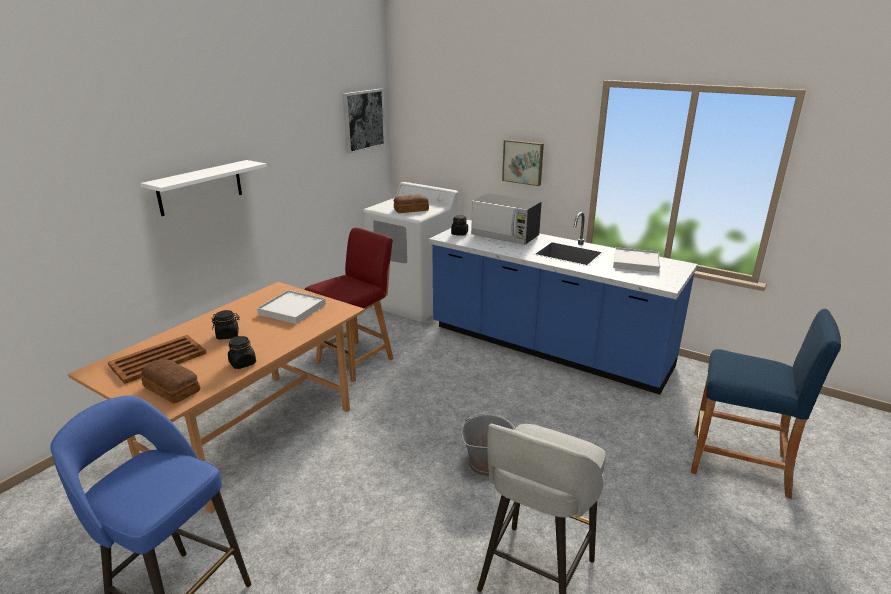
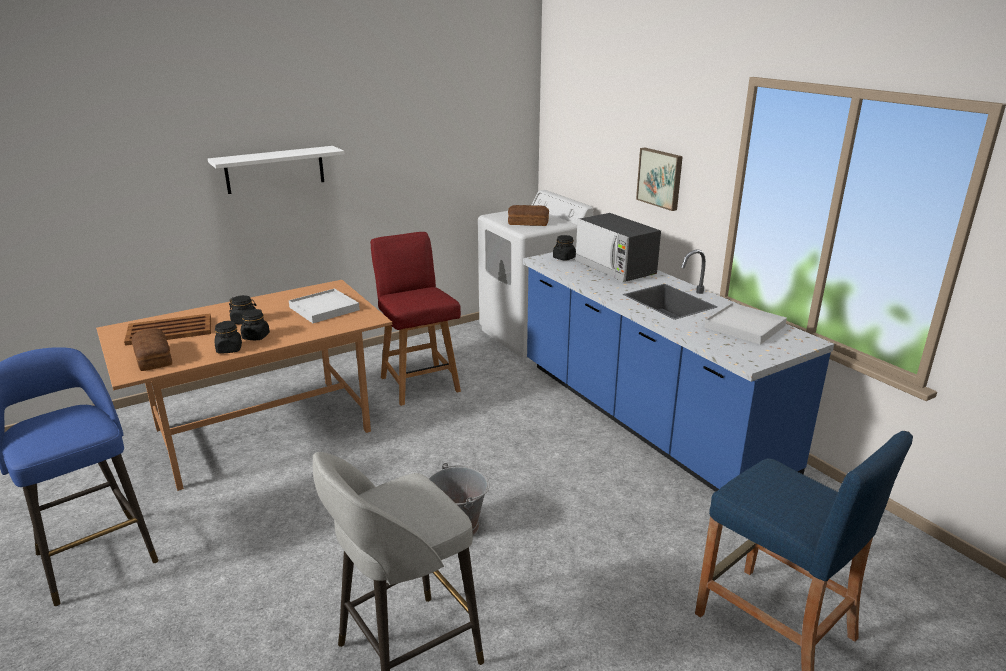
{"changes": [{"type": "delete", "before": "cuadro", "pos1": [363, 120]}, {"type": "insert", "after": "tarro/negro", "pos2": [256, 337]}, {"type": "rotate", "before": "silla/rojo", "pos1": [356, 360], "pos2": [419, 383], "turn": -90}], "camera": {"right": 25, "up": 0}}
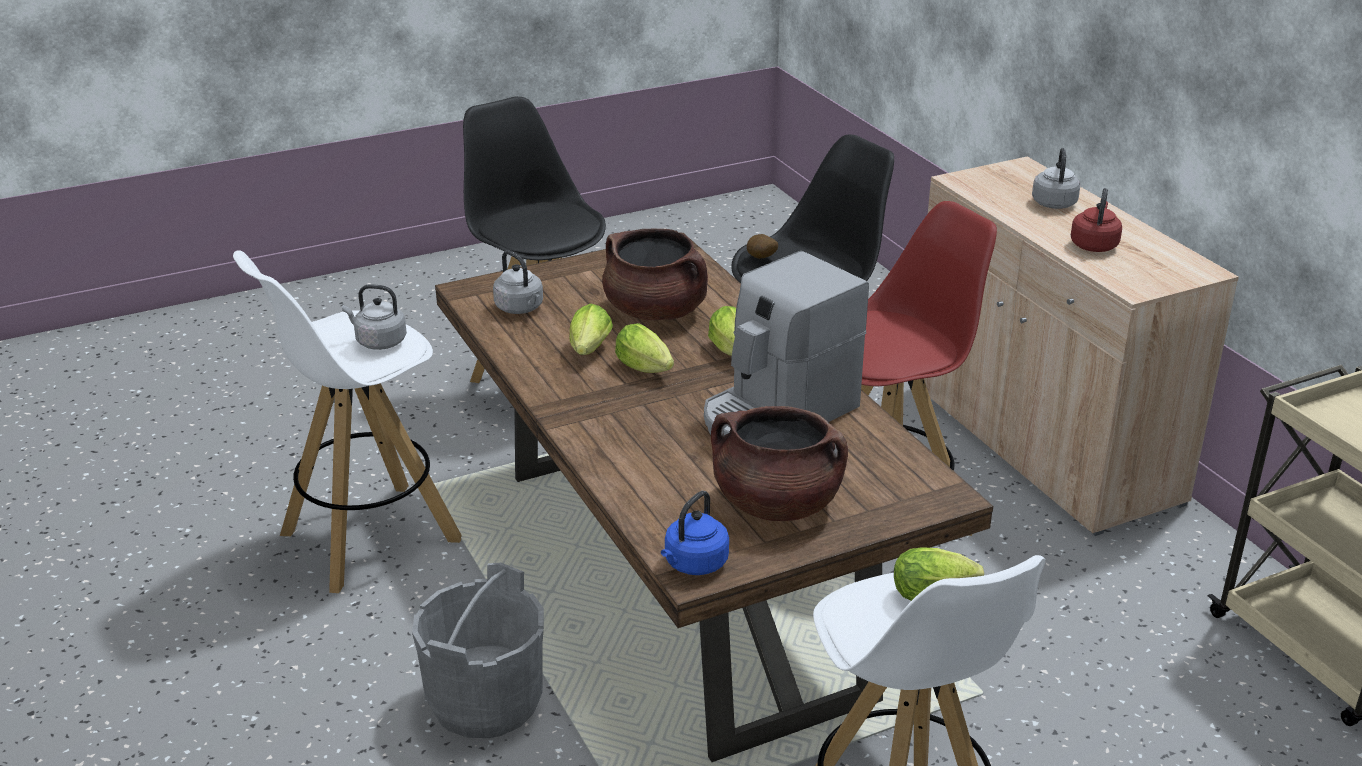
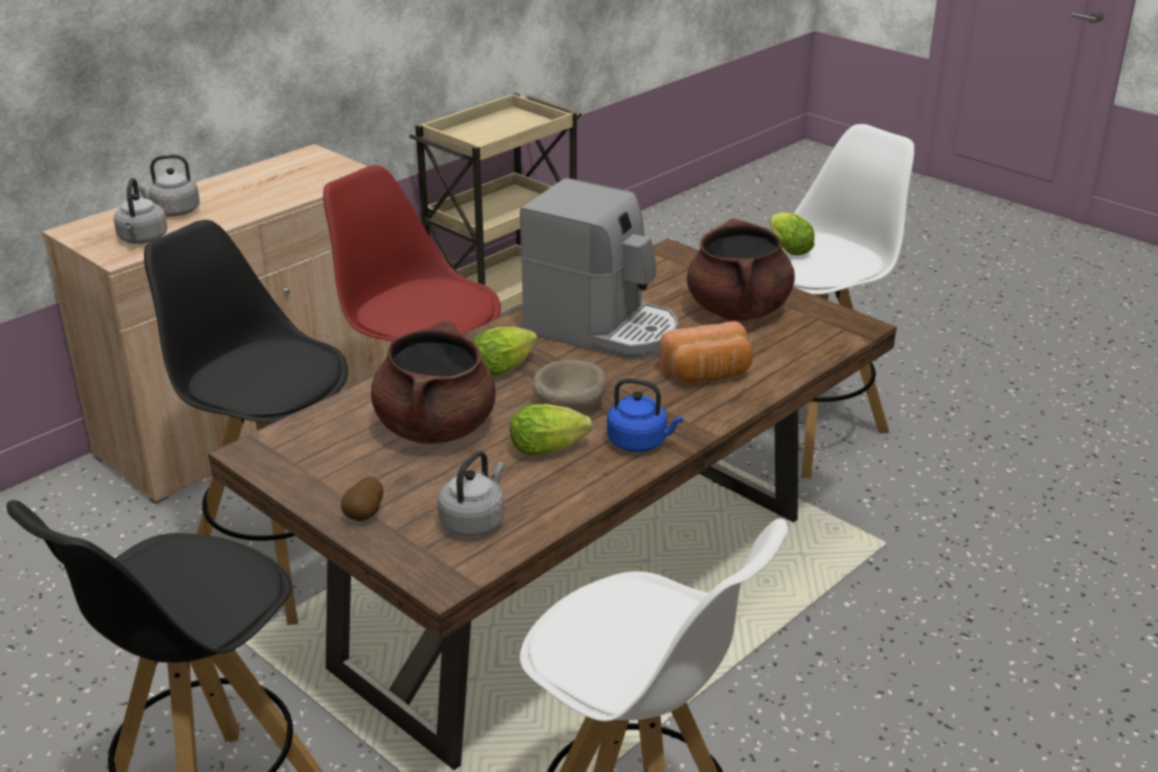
{"changes": [{"type": "delete", "before": "cubo/gris", "pos1": [485, 701]}, {"type": "delete", "before": "hervidor/rojo", "pos1": [1094, 244]}, {"type": "insert", "after": "pan", "pos2": [708, 374]}, {"type": "move", "before": "hervidor/gris", "pos1": [378, 341], "pos2": [142, 239]}, {"type": "move", "before": "hervidor/azul", "pos1": [694, 564], "pos2": [640, 442]}, {"type": "move", "before": "patata", "pos1": [761, 258], "pos2": [365, 515]}, {"type": "replace", "before": "lechuga", "after": "cuenco/beis", "pos1": [647, 370], "pos2": [568, 406]}], "camera": {"right": -110, "up": 0}}
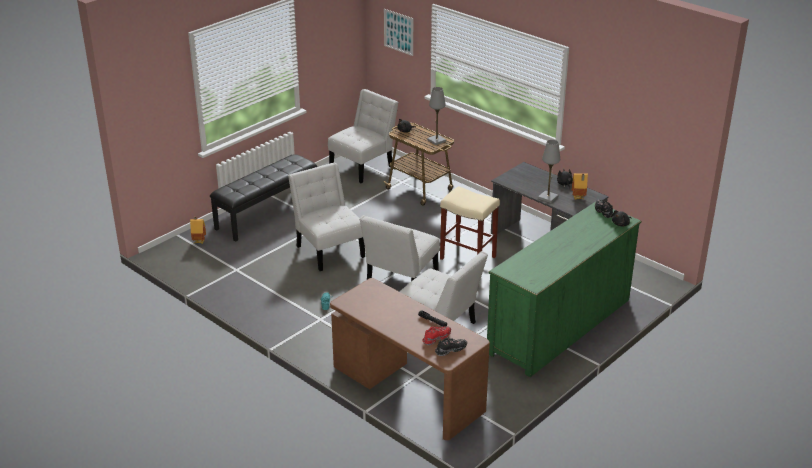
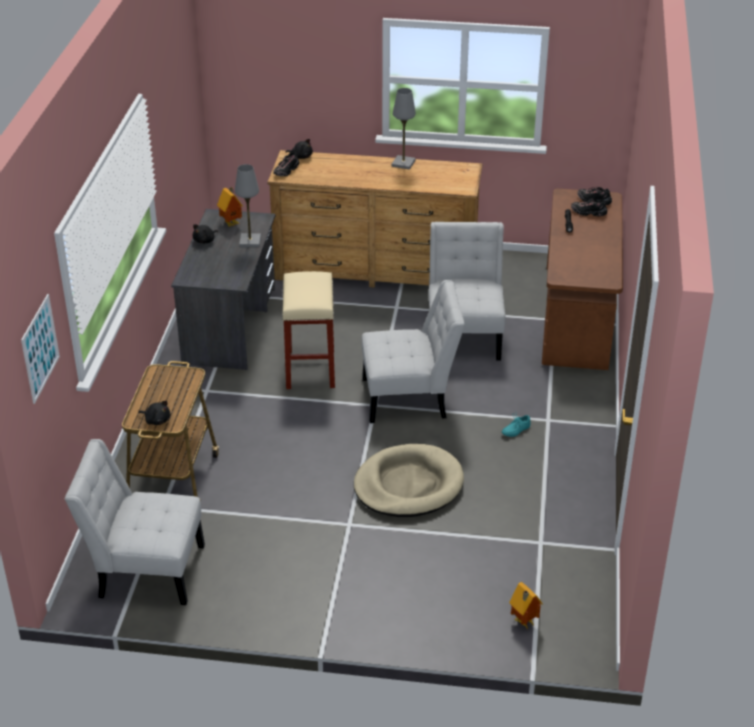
{"changes": [{"type": "delete", "before": "banco/negro", "pos1": [267, 213]}, {"type": "move", "before": "lámpara de mesa/gris", "pos1": [436, 140], "pos2": [403, 163]}, {"type": "replace", "before": "silla/blanco", "after": "cama para perro/beis", "pos1": [329, 249], "pos2": [408, 485]}, {"type": "recolor", "before": "zapato/rojo", "after": "zapato/negro", "pos1": [436, 338], "pos2": [588, 213]}, {"type": "recolor", "before": "cómoda/verde", "after": "cómoda/marrón", "pos1": [559, 325], "pos2": [376, 270]}], "camera": {"right": -125, "up": 5}}
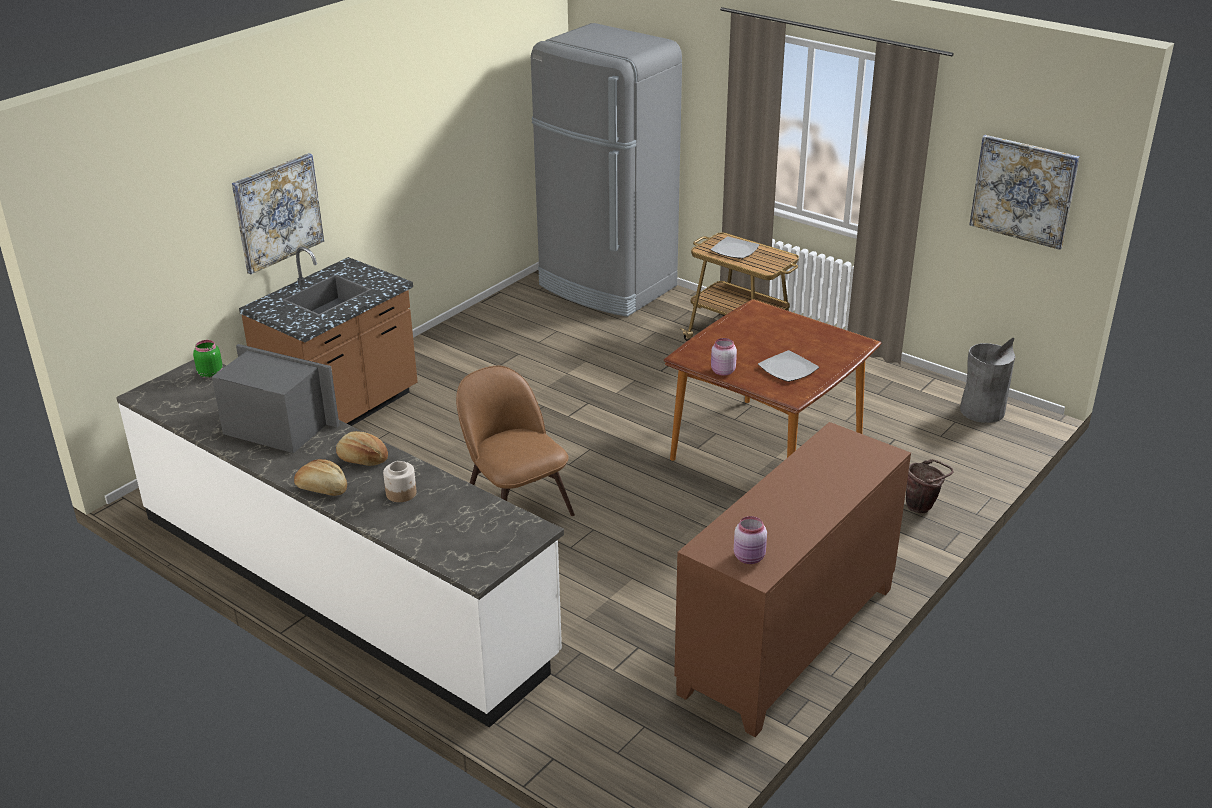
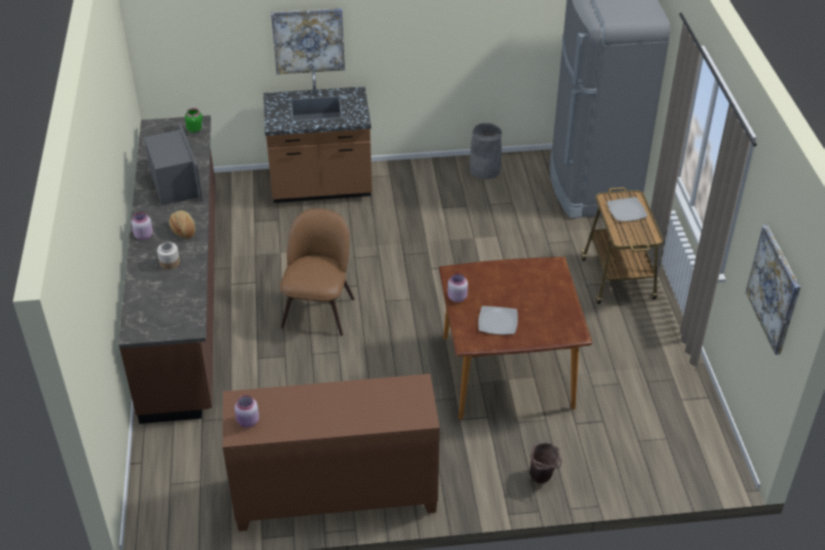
{"changes": [{"type": "move", "before": "papelera/gris", "pos1": [982, 411], "pos2": [485, 170]}, {"type": "replace", "before": "pan", "after": "tarro/rosa", "pos1": [322, 489], "pos2": [143, 236]}, {"type": "recolor", "before": "mueble bajo de cocina/blanco", "after": "mueble bajo de cocina/marrón", "pos1": [341, 584], "pos2": [184, 296]}], "camera": {"right": 45, "up": 10}}
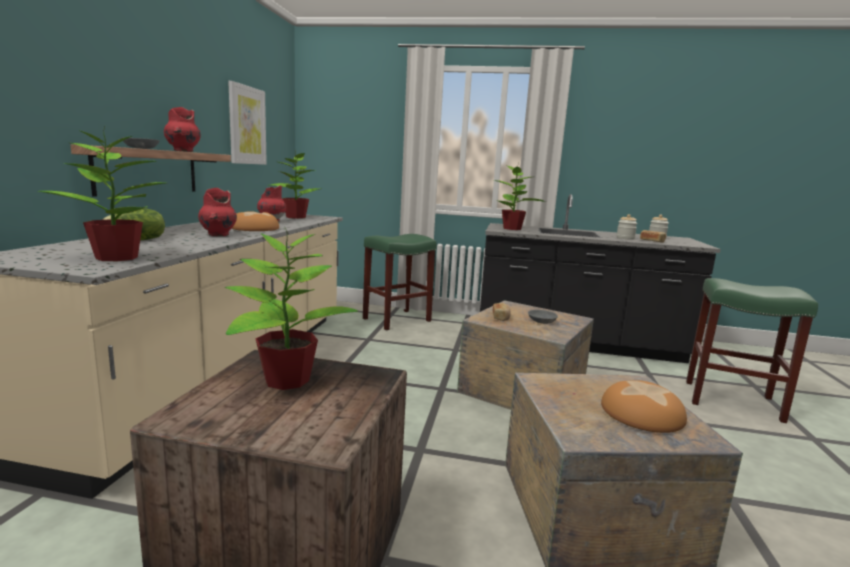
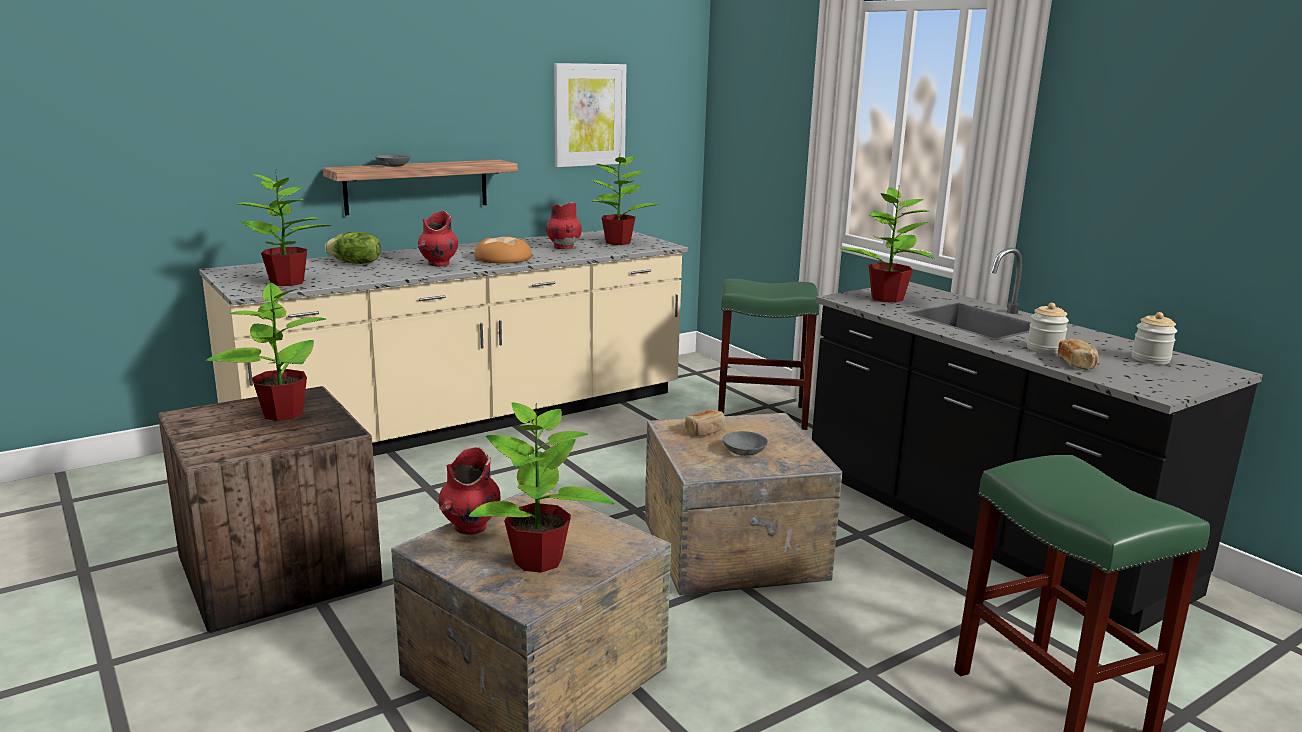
{"changes": [{"type": "move", "before": "florero/rojo", "pos1": [183, 151], "pos2": [470, 528]}, {"type": "replace", "before": "pan", "after": "planta en maceta", "pos1": [640, 414], "pos2": [538, 561]}], "camera": {"right": 45, "up": 5}}
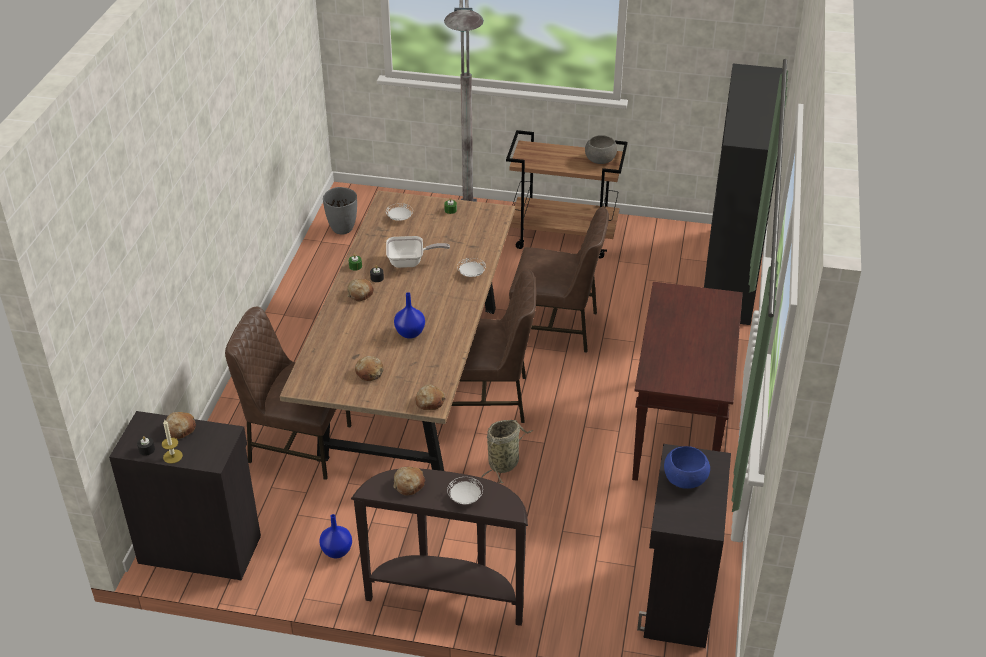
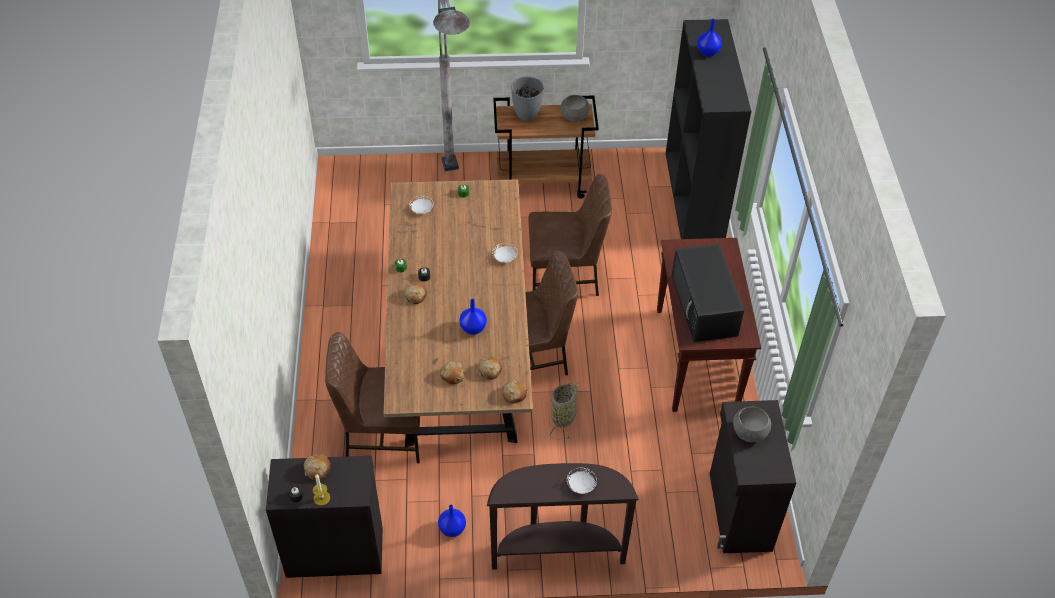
{"changes": [{"type": "delete", "before": "sartén", "pos1": [410, 262]}, {"type": "insert", "after": "microondas/negro", "pos2": [705, 306]}, {"type": "insert", "after": "florero/azul", "pos2": [707, 52]}, {"type": "move", "before": "florero/gris", "pos1": [342, 229], "pos2": [527, 115]}, {"type": "move", "before": "pan", "pos1": [409, 484], "pos2": [490, 370]}, {"type": "recolor", "before": "cuenco/azul", "after": "cuenco/gris", "pos1": [685, 479], "pos2": [749, 432]}], "camera": {"right": -15, "up": 10}}
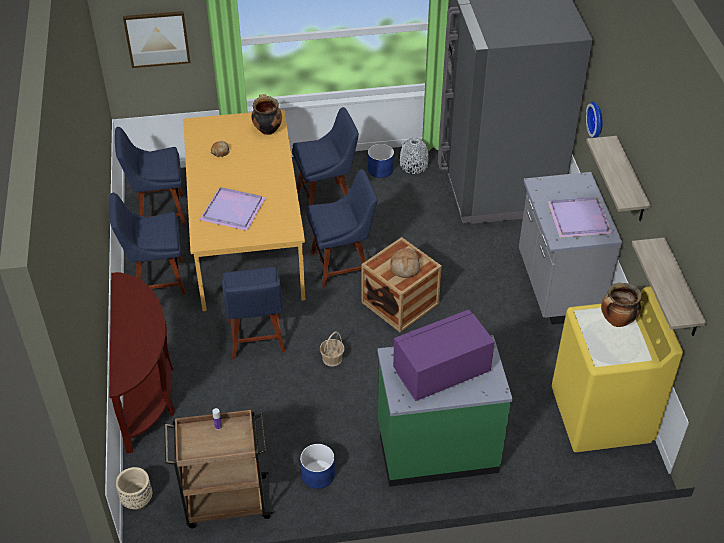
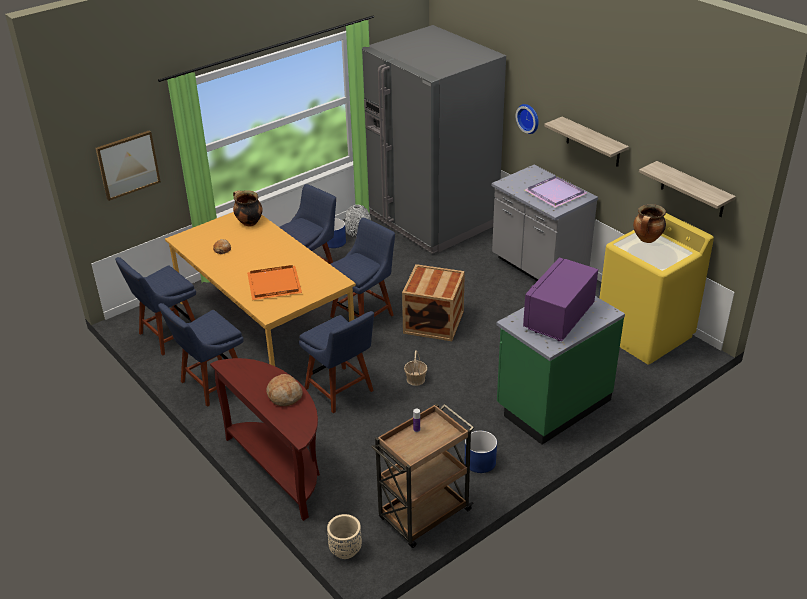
{"changes": [{"type": "move", "before": "pan", "pos1": [405, 267], "pos2": [284, 395]}, {"type": "recolor", "before": "bandeja/morado", "after": "bandeja/naranja", "pos1": [234, 209], "pos2": [275, 283]}], "camera": {"right": -30, "up": -10}}
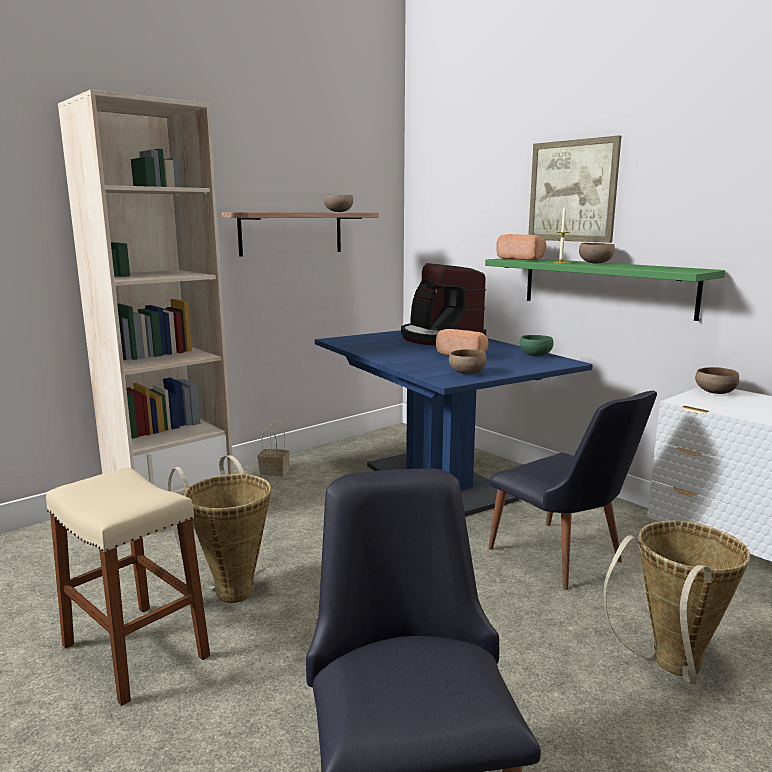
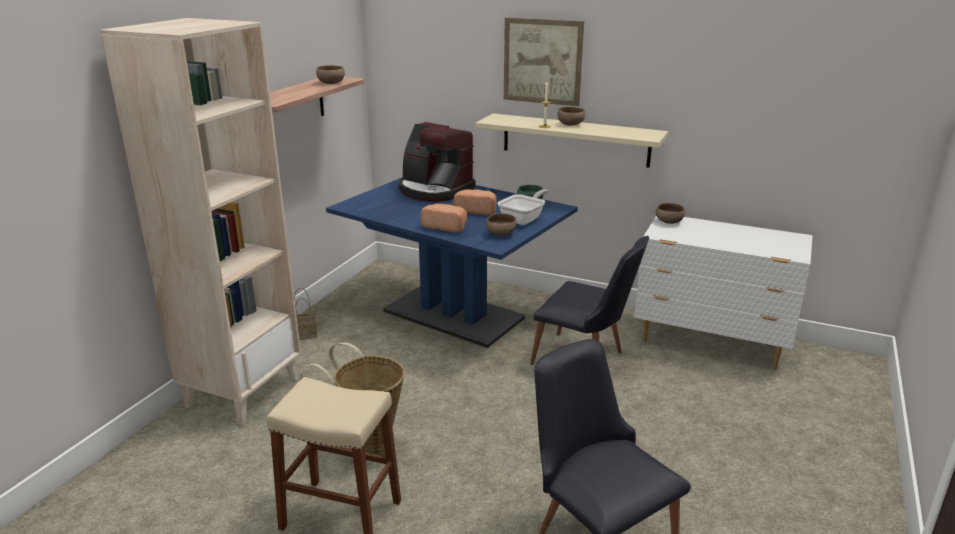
{"changes": [{"type": "delete", "before": "cesta", "pos1": [670, 668]}, {"type": "insert", "after": "sartén", "pos2": [524, 219]}, {"type": "move", "before": "pan", "pos1": [522, 259], "pos2": [446, 227]}, {"type": "recolor", "before": "estante/verde", "after": "estante/beis", "pos1": [606, 286], "pos2": [575, 140]}], "camera": {"right": -25, "up": 10}}
